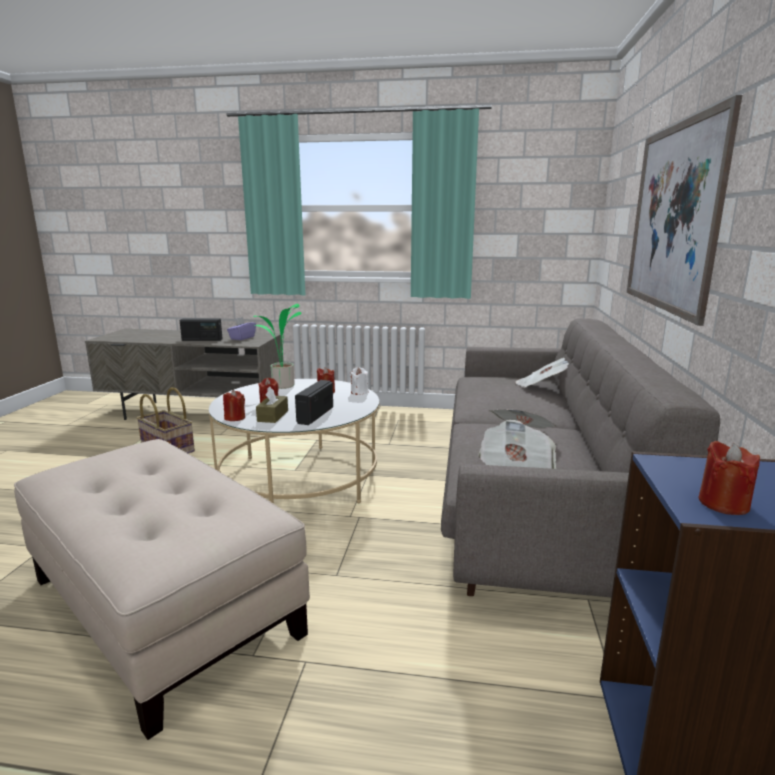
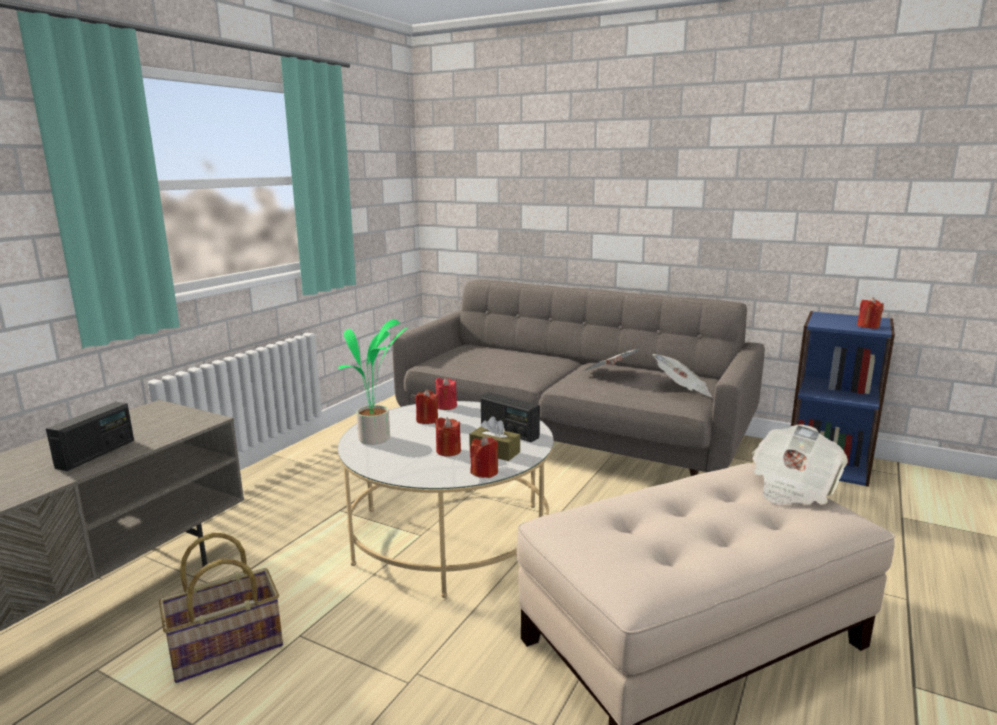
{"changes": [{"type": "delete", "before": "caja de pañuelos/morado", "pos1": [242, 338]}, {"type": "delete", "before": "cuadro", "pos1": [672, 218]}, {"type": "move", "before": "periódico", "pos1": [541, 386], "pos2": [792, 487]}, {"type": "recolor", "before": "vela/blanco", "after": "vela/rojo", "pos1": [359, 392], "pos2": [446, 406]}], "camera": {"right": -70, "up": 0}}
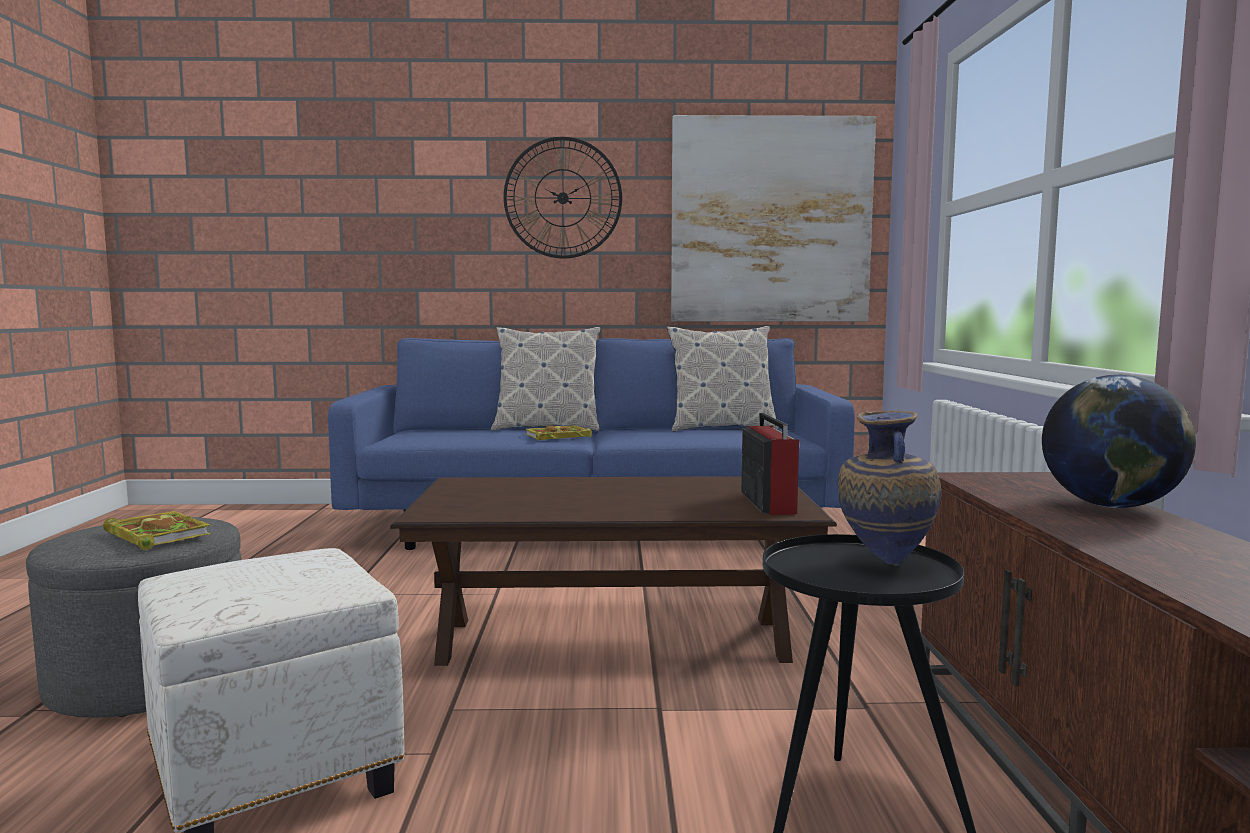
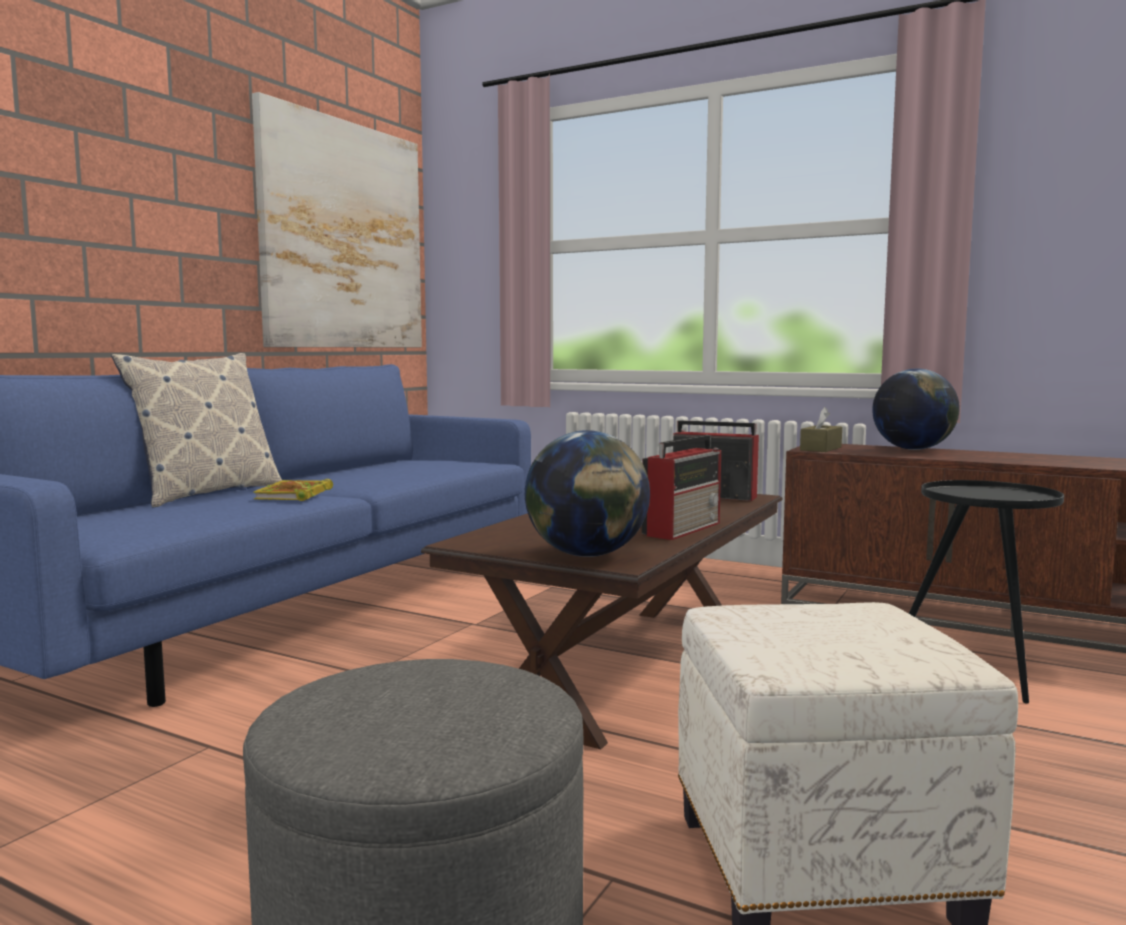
{"changes": [{"type": "delete", "before": "libro", "pos1": [156, 535]}, {"type": "delete", "before": "reloj de pared", "pos1": [563, 198]}, {"type": "delete", "before": "cojín", "pos1": [721, 428]}, {"type": "delete", "before": "florero", "pos1": [883, 564]}, {"type": "insert", "after": "globo terráqueo", "pos2": [587, 555]}, {"type": "insert", "after": "radio", "pos2": [683, 529]}, {"type": "insert", "after": "caja de pañuelos/marrón", "pos2": [821, 449]}], "camera": {"right": -60, "up": 0}}
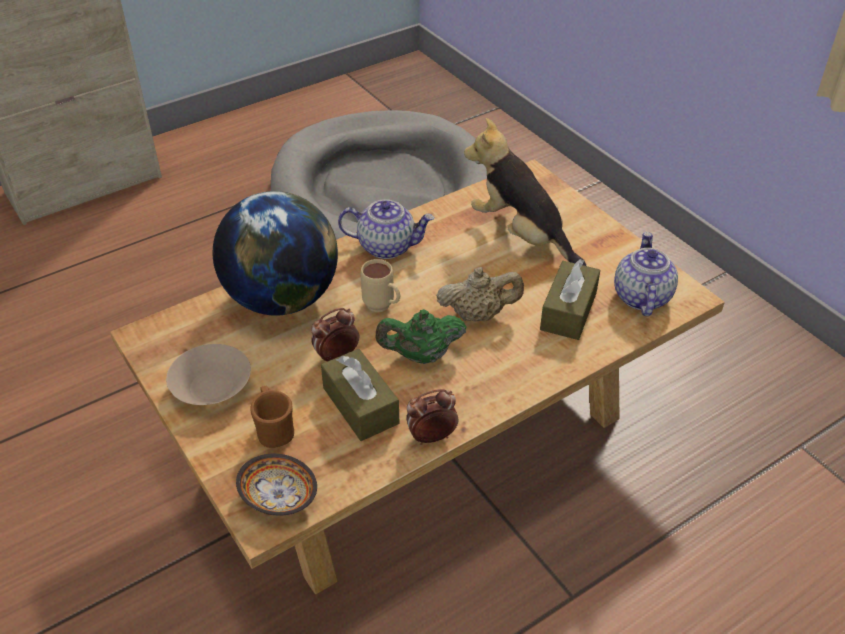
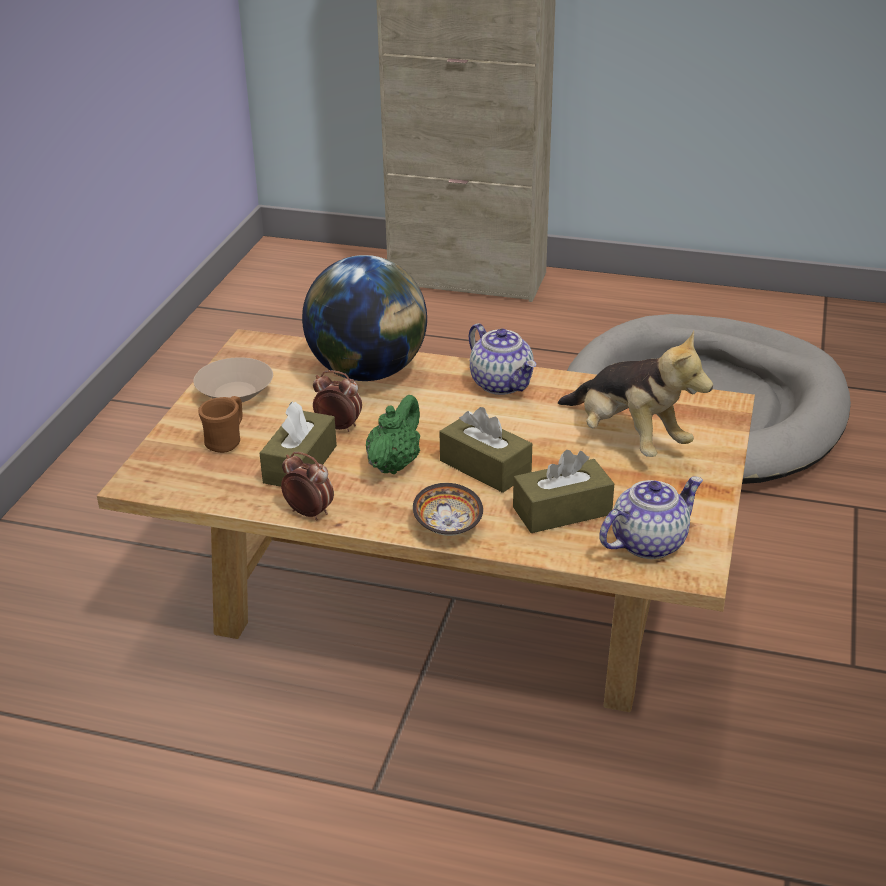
{"changes": [{"type": "delete", "before": "taza grande/beis", "pos1": [383, 308]}, {"type": "move", "before": "cuenco", "pos1": [278, 495], "pos2": [449, 525]}, {"type": "replace", "before": "tetera/beis", "after": "caja de pañuelos/marrón", "pos1": [478, 315], "pos2": [485, 467]}, {"type": "rotate", "before": "tetera/verde", "pos1": [421, 355], "pos2": [394, 464], "turn": 75}, {"type": "rotate", "before": "peluche", "pos1": [521, 235], "pos2": [627, 439], "turn": 135}], "camera": {"right": 50, "up": -10}}
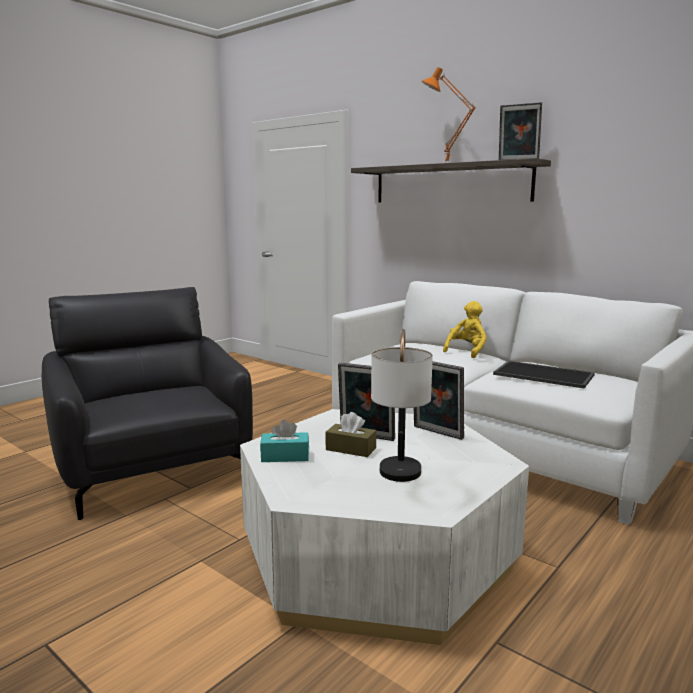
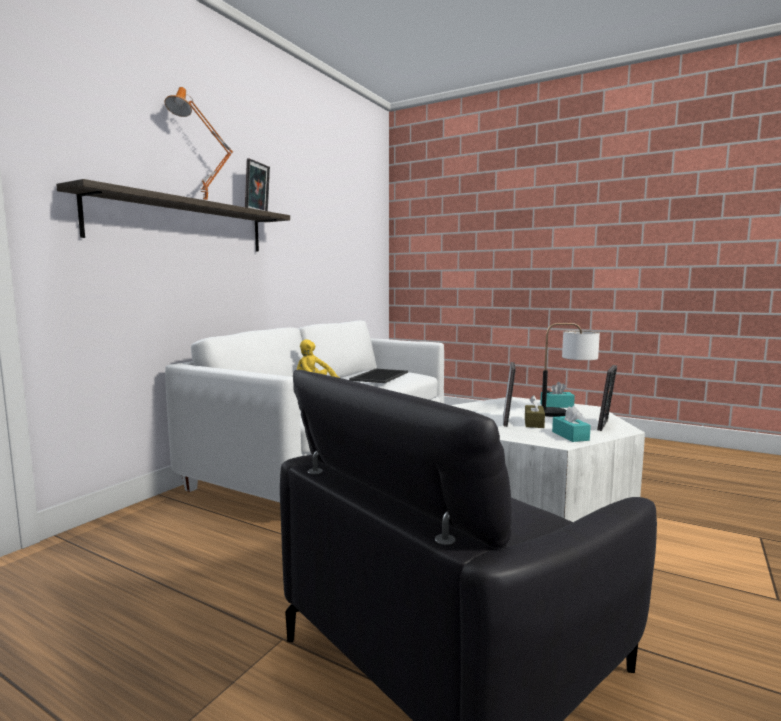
{"changes": [{"type": "insert", "after": "caja de pañuelos/turquesa", "pos2": [556, 405]}, {"type": "move", "before": "portarretratos", "pos1": [436, 433], "pos2": [605, 425]}], "camera": {"right": -100, "up": -5}}
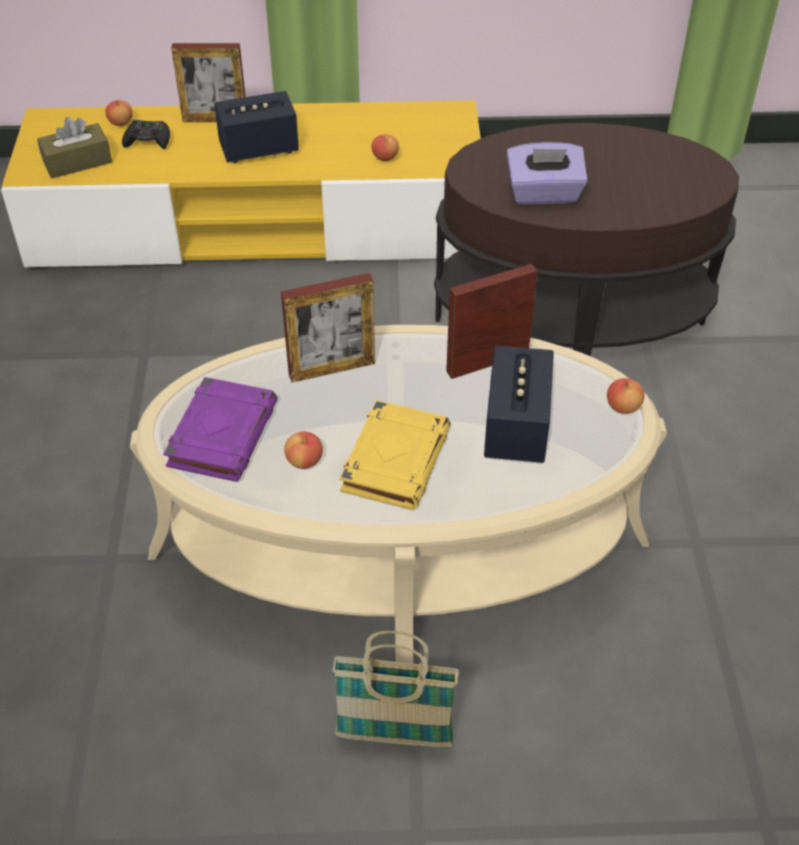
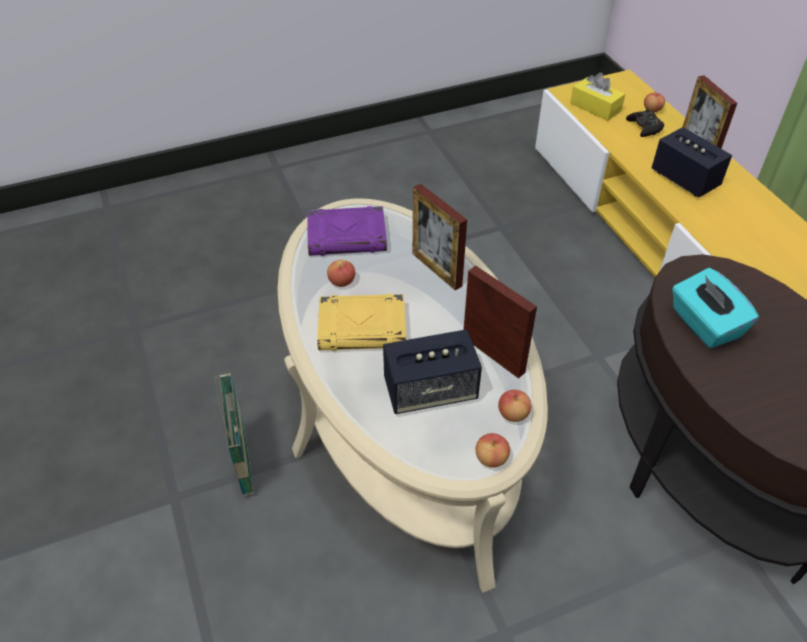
{"changes": [{"type": "move", "before": "manzana", "pos1": [385, 157], "pos2": [513, 414]}, {"type": "recolor", "before": "caja de pañuelos/marrón", "after": "caja de pañuelos/amarillo", "pos1": [77, 162], "pos2": [595, 107]}, {"type": "recolor", "before": "caja de pañuelos/morado", "after": "caja de pañuelos/turquesa", "pos1": [544, 194], "pos2": [704, 324]}], "camera": {"right": 70, "up": 0}}
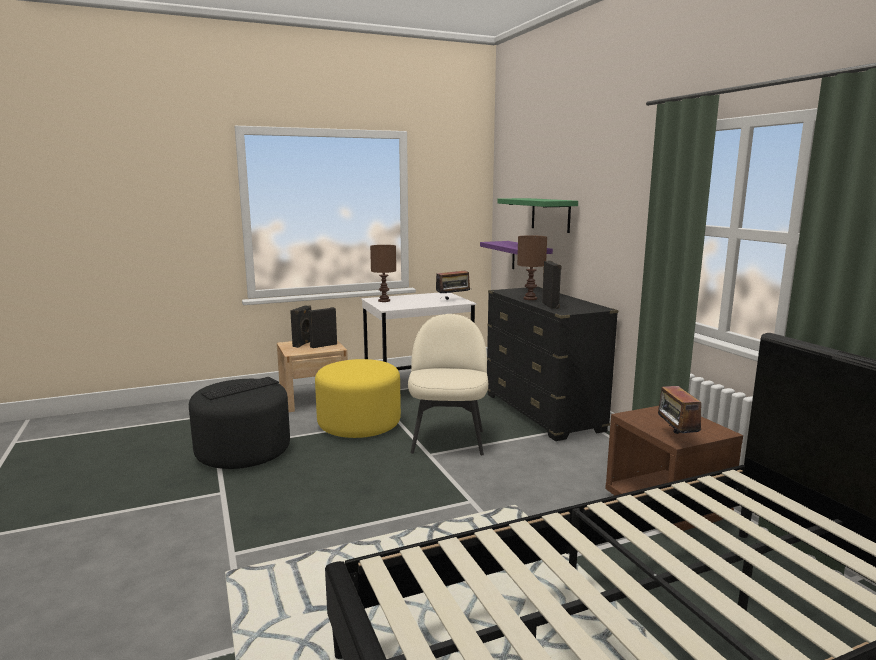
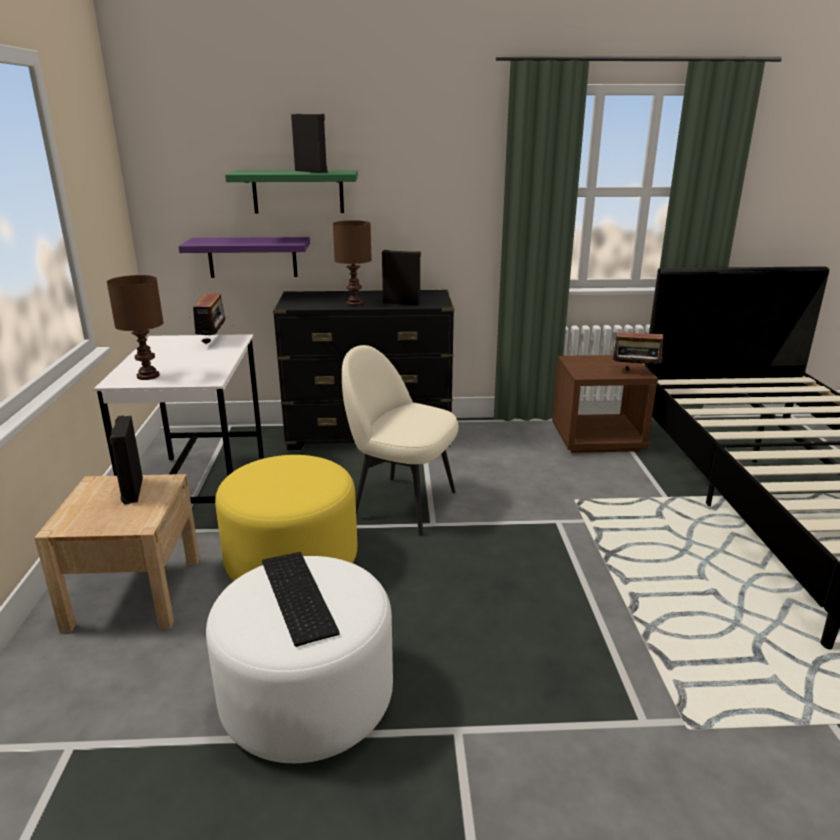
{"changes": [{"type": "move", "before": "altavoz/negro", "pos1": [303, 344], "pos2": [312, 172]}, {"type": "recolor", "before": "puf/negro", "after": "puf/blanco", "pos1": [243, 451], "pos2": [307, 698]}], "camera": {"right": -70, "up": 10}}
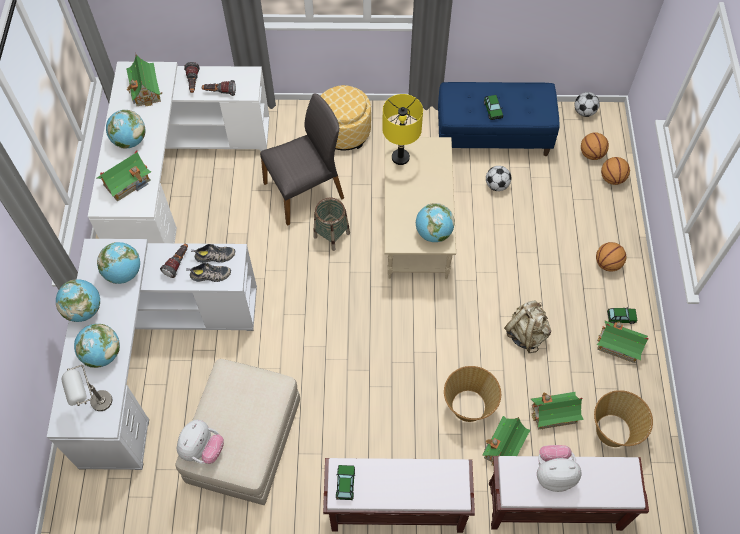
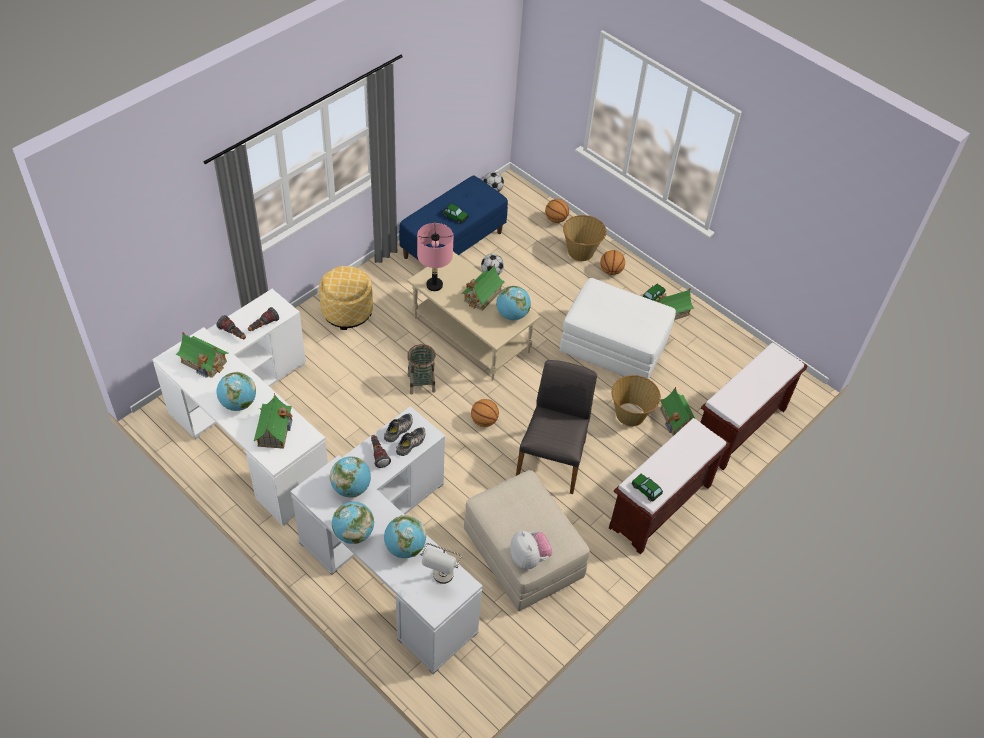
{"changes": [{"type": "delete", "before": "peluche", "pos1": [553, 473]}, {"type": "move", "before": "silla/gris", "pos1": [305, 191], "pos2": [552, 459]}, {"type": "move", "before": "casita", "pos1": [554, 413], "pos2": [482, 295]}, {"type": "move", "before": "balón de baloncesto", "pos1": [591, 154], "pos2": [484, 421]}, {"type": "move", "before": "cesta", "pos1": [613, 431], "pos2": [581, 252]}, {"type": "replace", "before": "mochila/beis", "after": "puf/blanco", "pos1": [526, 333], "pos2": [613, 347]}, {"type": "recolor", "before": "lámpara de mesa/amarillo", "after": "lámpara de mesa/rosa", "pos1": [400, 158], "pos2": [434, 285]}], "camera": {"right": -50, "up": -10}}
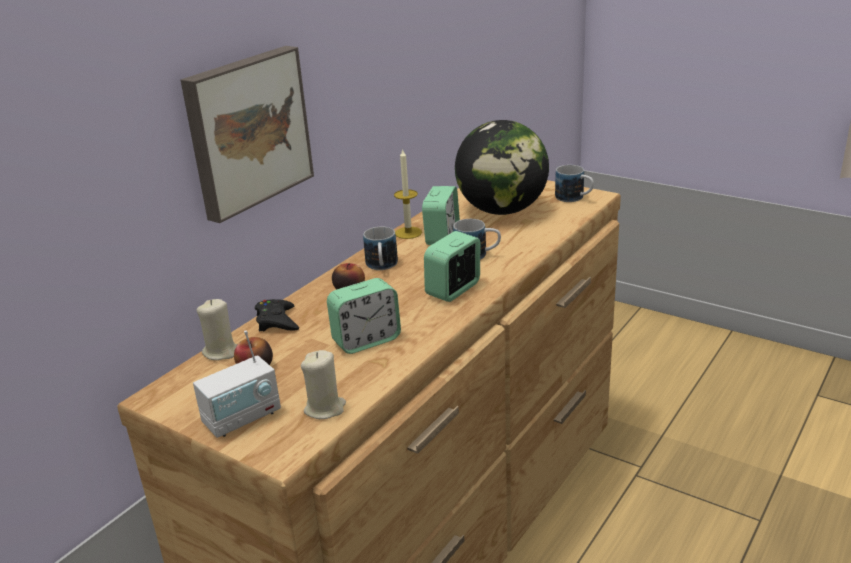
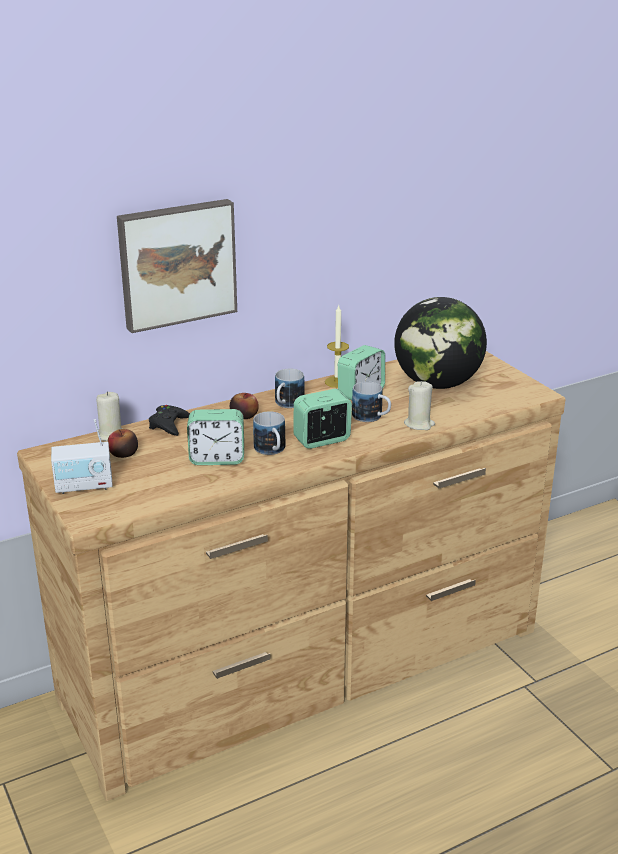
{"changes": [{"type": "move", "before": "vela/beis", "pos1": [325, 408], "pos2": [419, 424]}, {"type": "move", "before": "taza grande", "pos1": [574, 198], "pos2": [271, 451]}], "camera": {"right": 25, "up": 0}}
